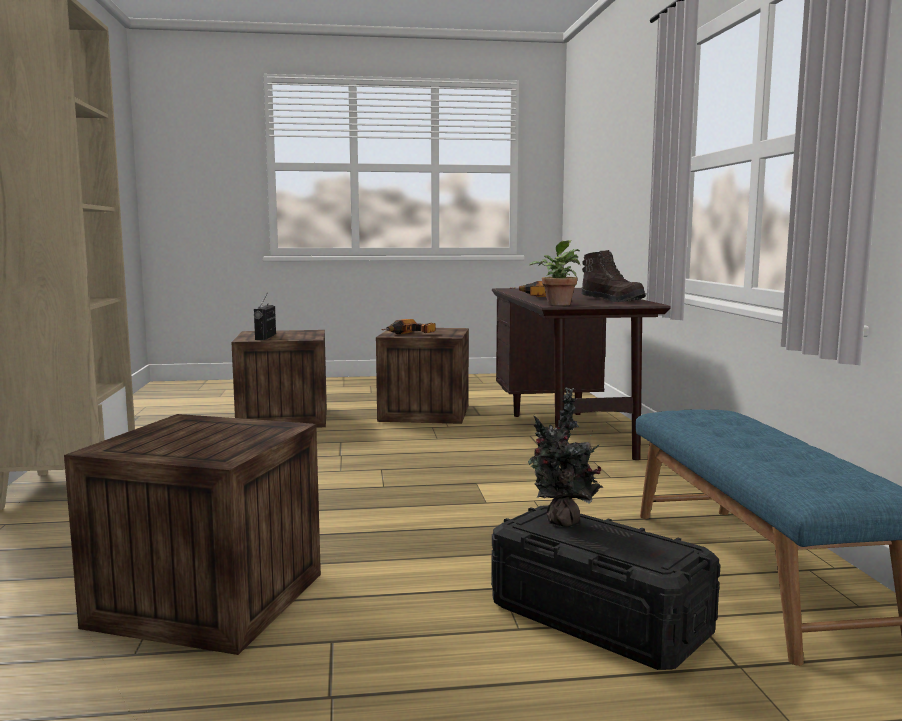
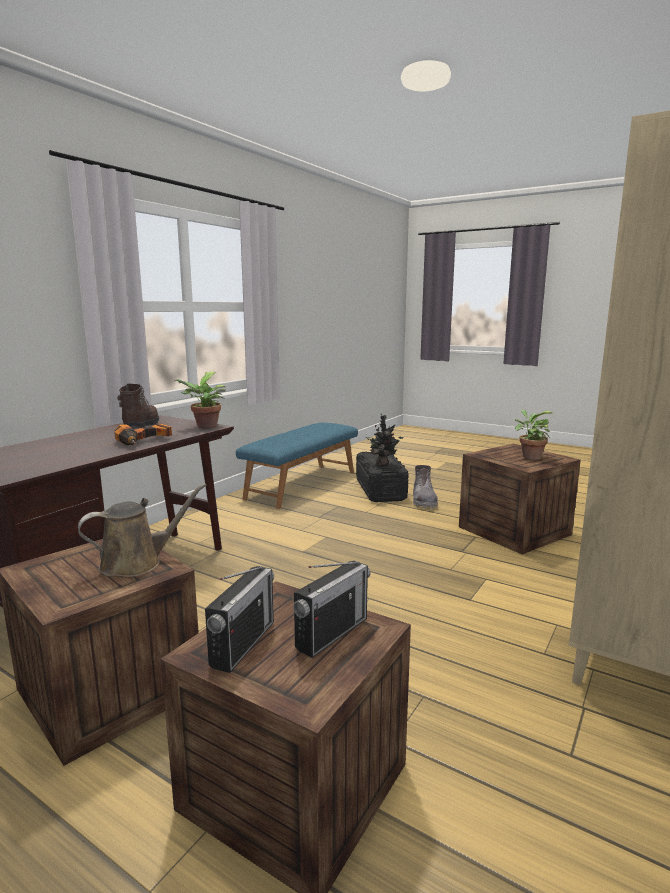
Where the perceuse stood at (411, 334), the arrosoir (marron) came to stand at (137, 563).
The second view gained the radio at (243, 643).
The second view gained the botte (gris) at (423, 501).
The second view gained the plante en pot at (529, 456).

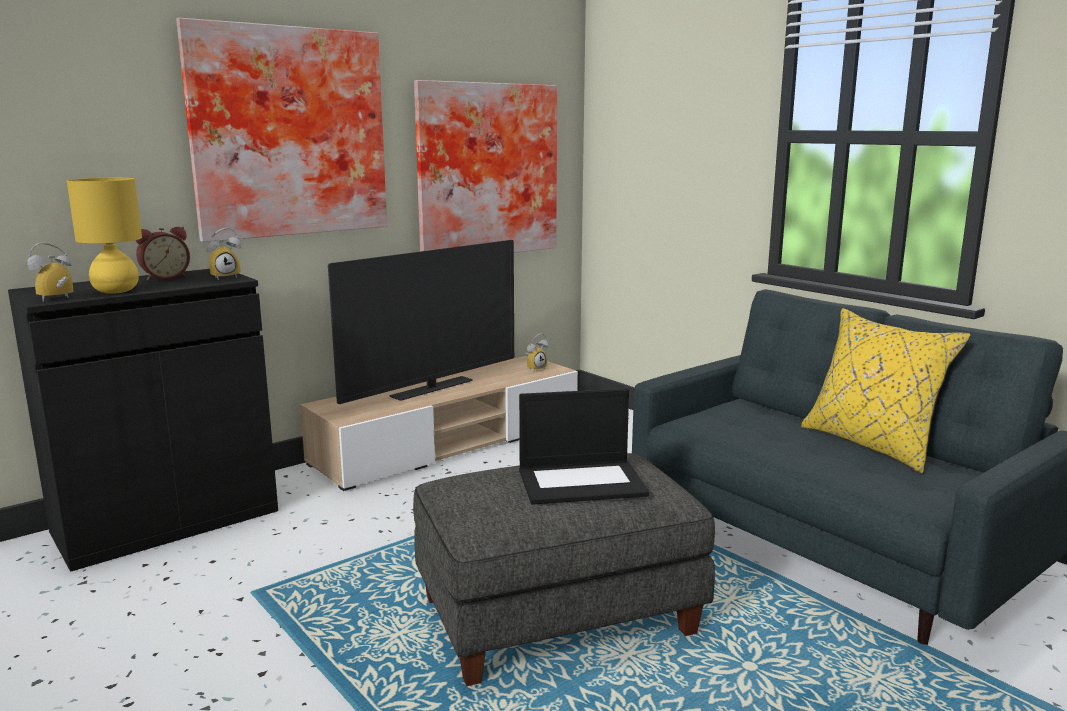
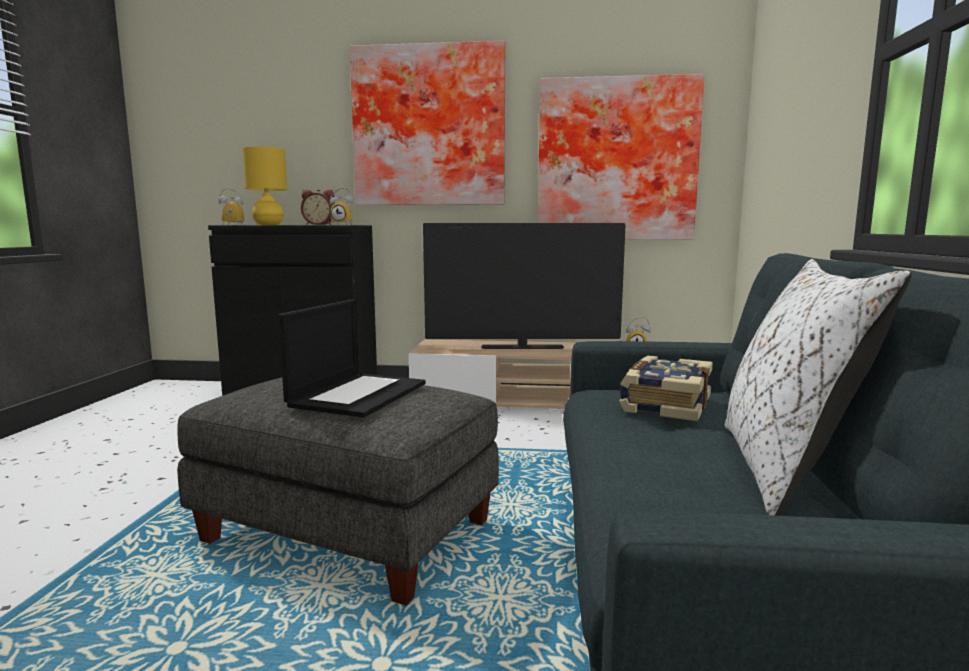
The ordinateur portable at (582, 482) ended up facing another way, 105 degrees counterclockwise from before.
The second view gained the livre at (664, 404).
What was the coussin (jaune) at (872, 445) turned into the coussin (blanc) at (785, 469).

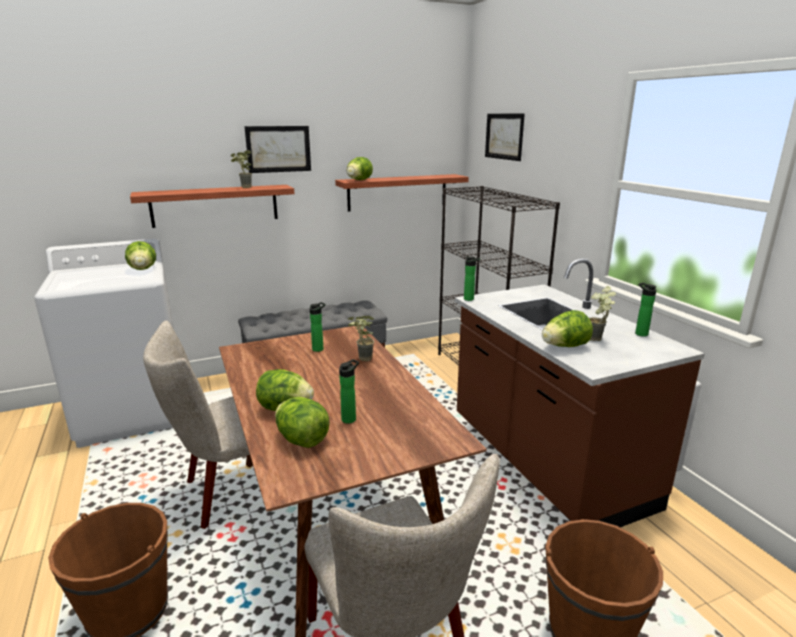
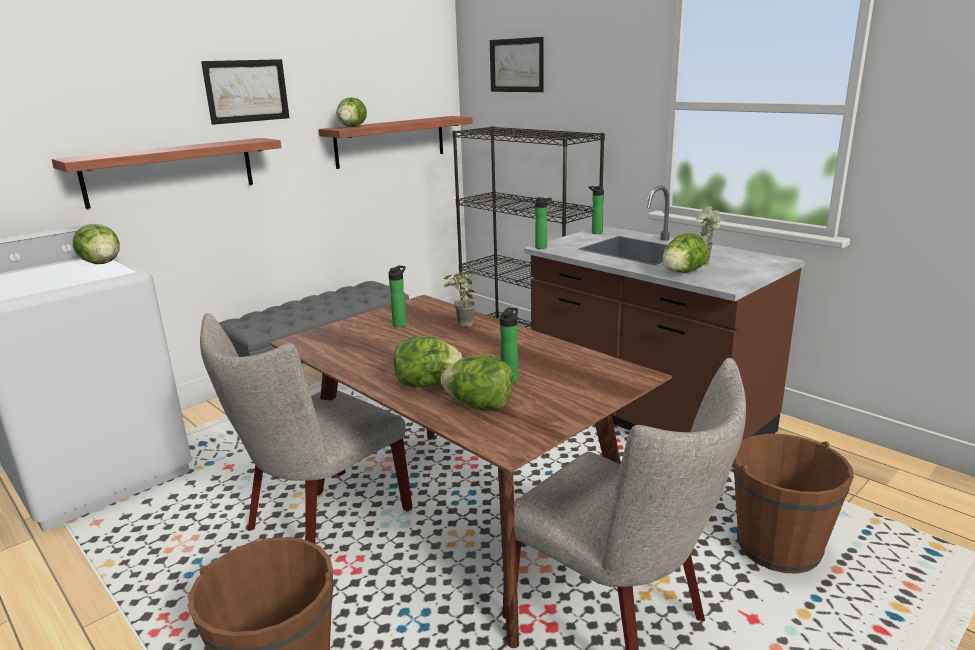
The bouteille ended up elsewhere, having gone from (639, 333) to (595, 232).
The second view lost the plante en pot at (243, 187).

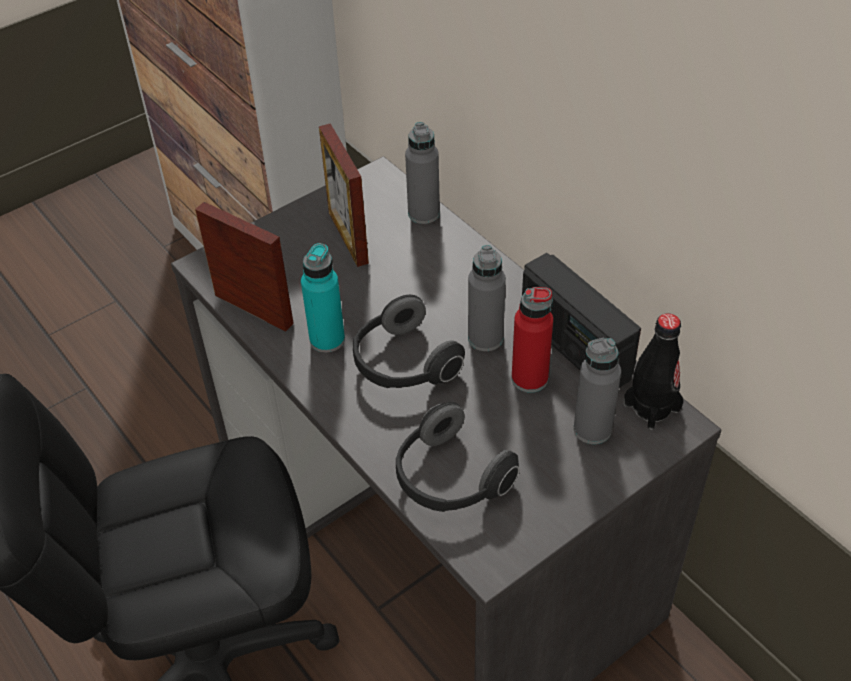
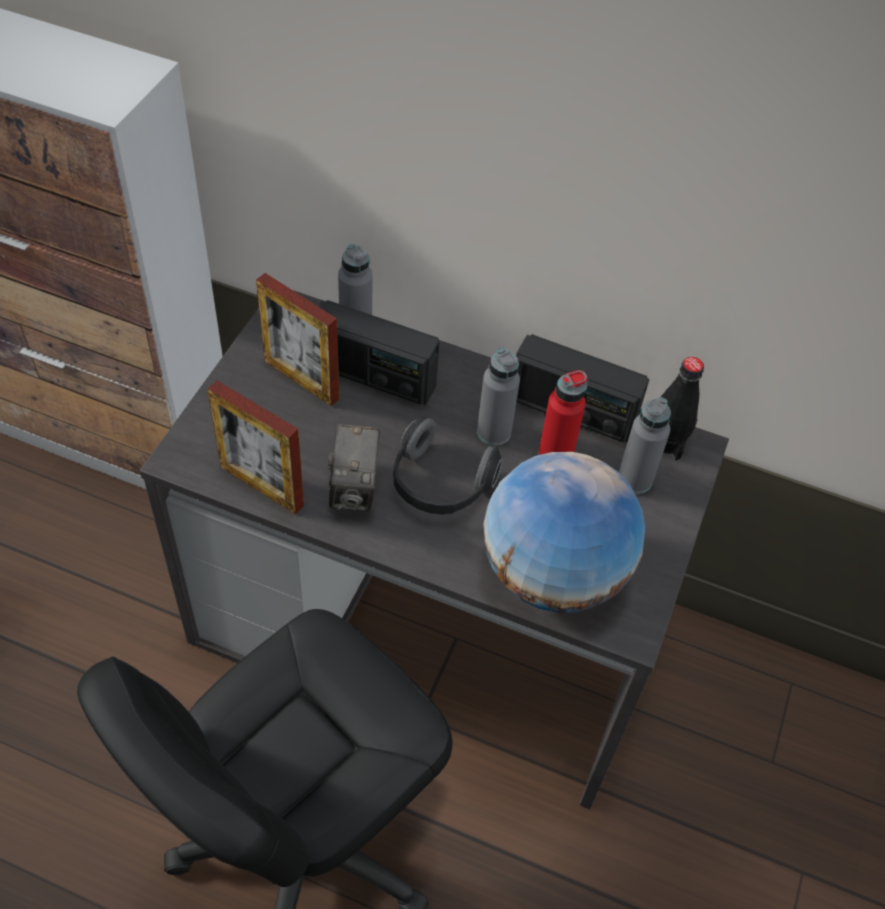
The cadre photo at (254, 309) ended up facing another way, 150 degrees counterclockwise from before.
The second view gained the radio at (373, 376).
Where the bouteille (turquoise) stood at (327, 340), the appareil photo came to stand at (354, 489).
Where the casque audio stood at (449, 479), the globe came to stand at (552, 573).

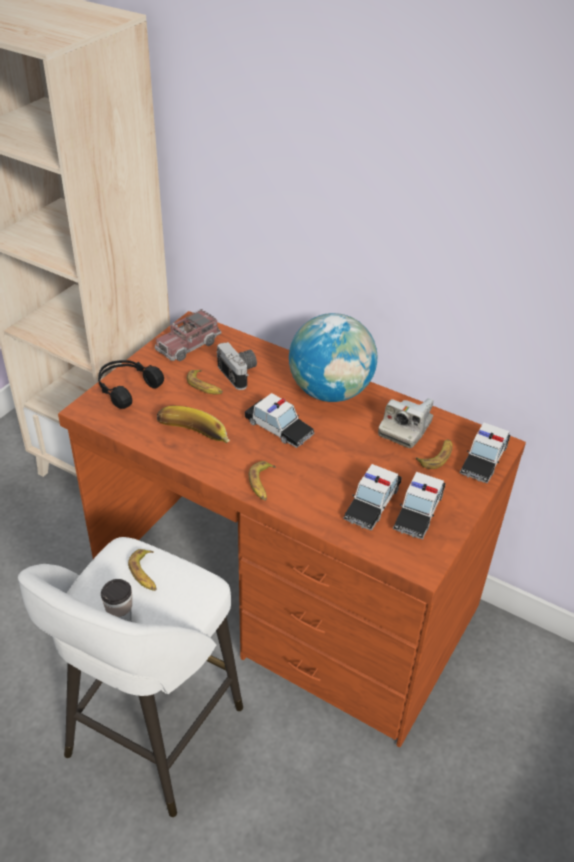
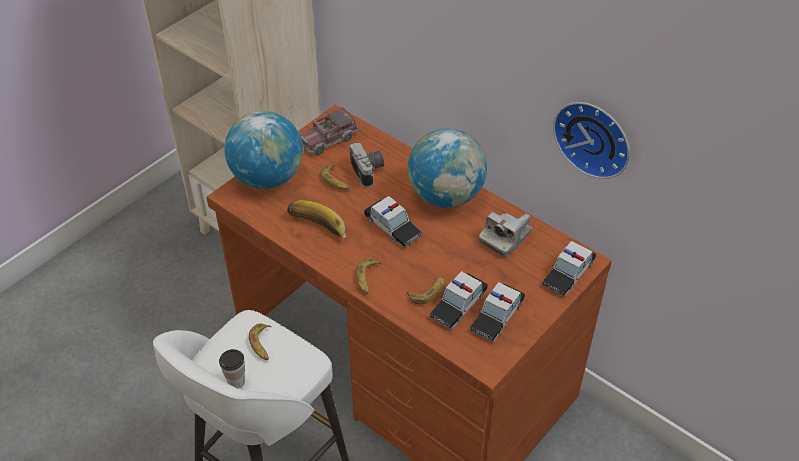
Where the casque audio (noir) stood at (126, 388), the globe came to stand at (267, 177).
The banane ended up elsewhere, having gone from (436, 456) to (427, 292).
The second view gained the horloge murale at (594, 137).

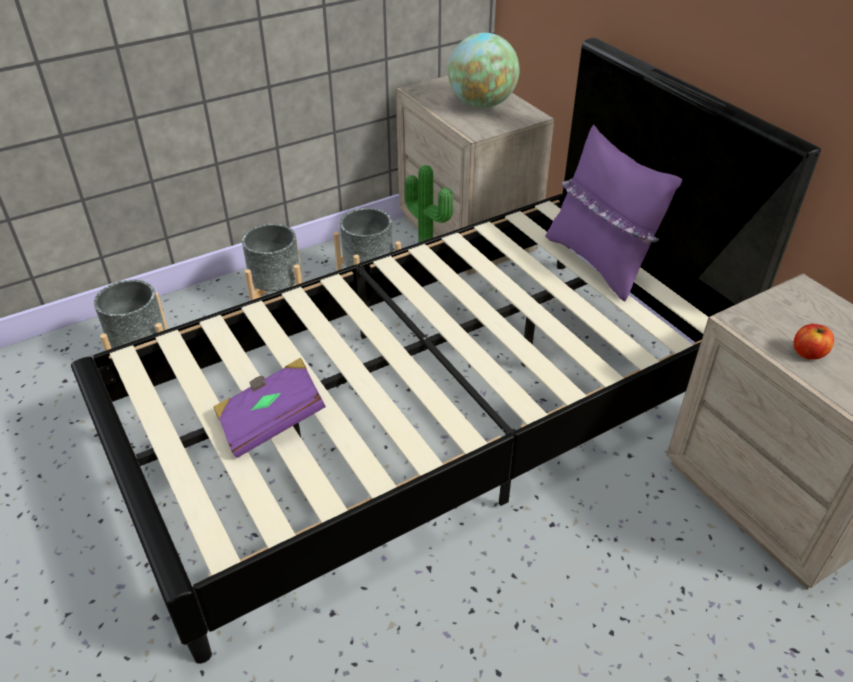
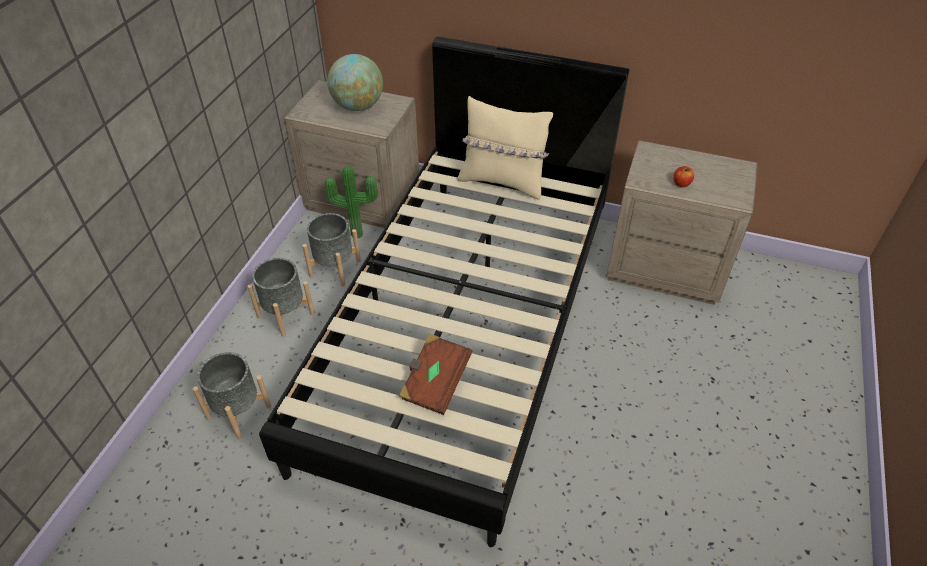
What was the livre (violet) at (271, 421) turned into the livre (marron) at (435, 382).
What was the coussin (violet) at (599, 262) turned into the coussin (beige) at (502, 182).

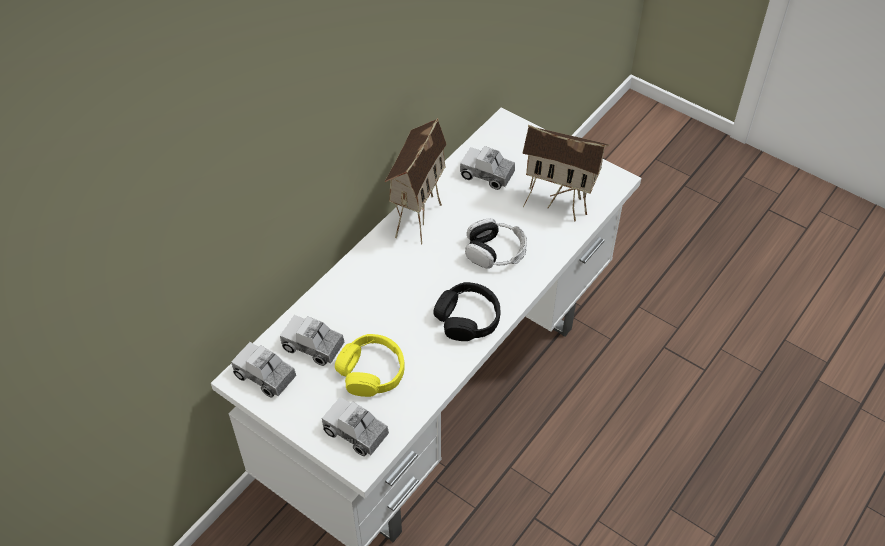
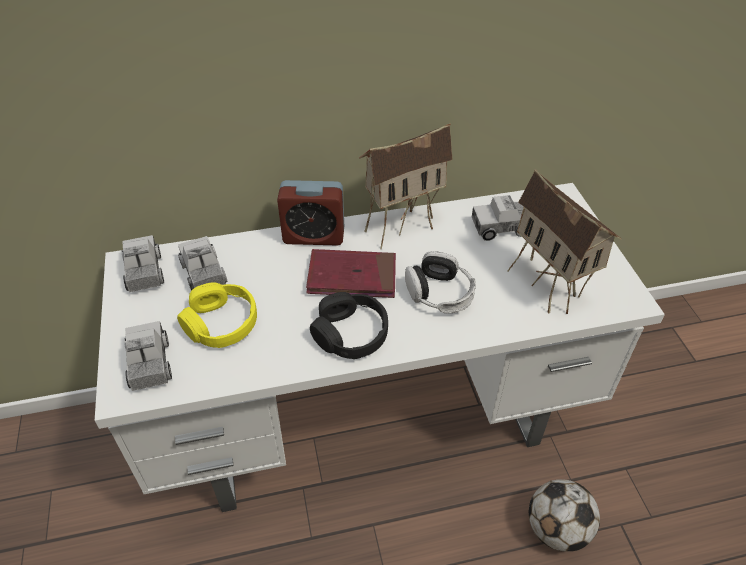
The second view gained the réveil at (314, 236).
The second view gained the livre (rouge) at (352, 277).
The camion jouet at (487, 175) ended up facing another way, 75 degrees counterclockwise from before.
The second view gained the ballon de foot at (557, 529).

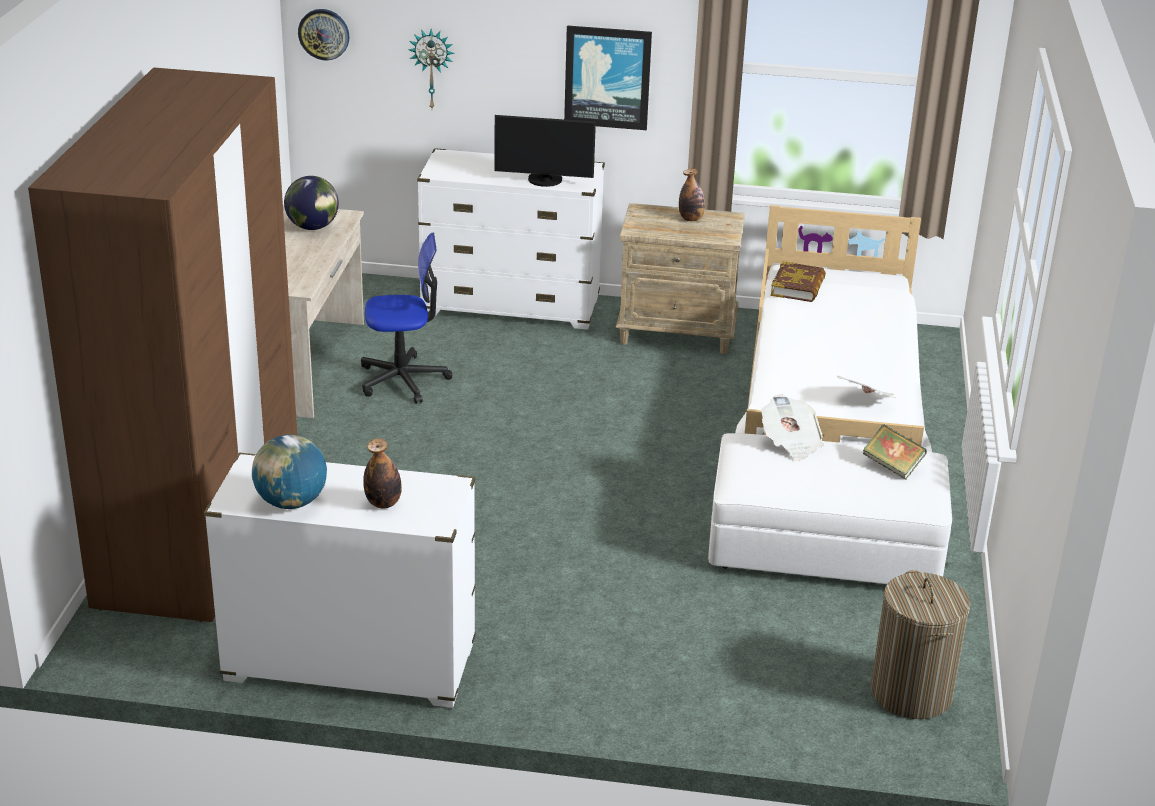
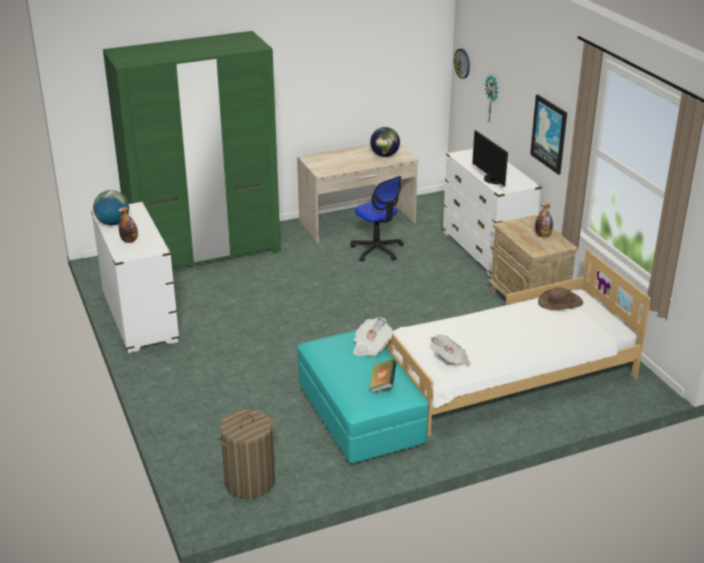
What was the armoire (marron) at (201, 528) turned into the armoire (vert) at (204, 252).
What was the pouf (blanc) at (824, 548) turned into the pouf (turquoise) at (360, 416).
Where the livre stood at (798, 287), the chapeau (marron) came to stand at (560, 302).

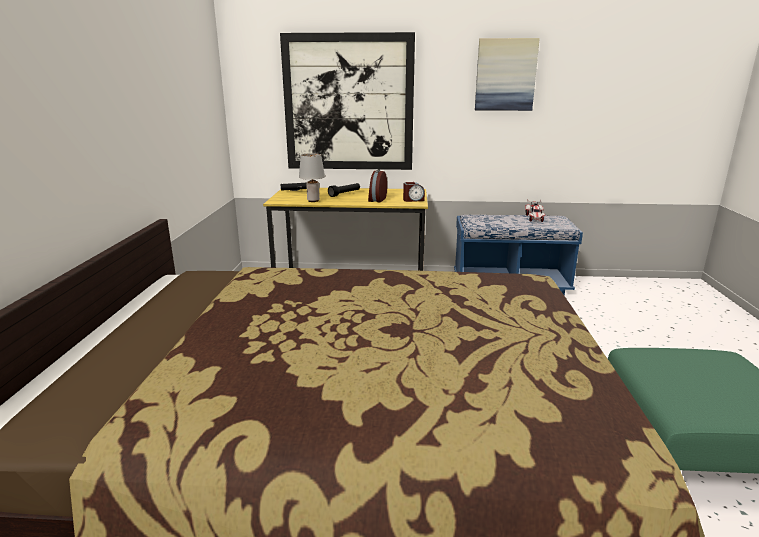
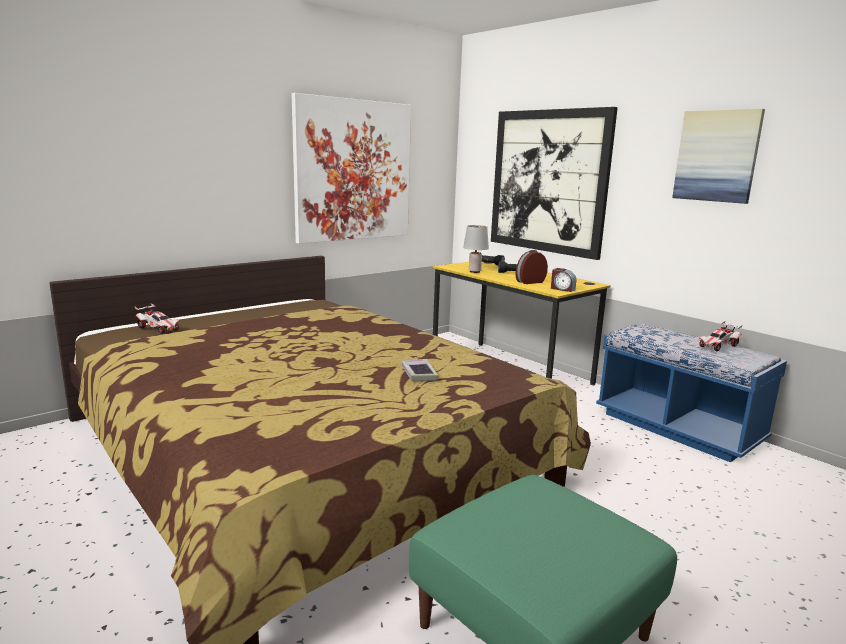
The second view gained the petite voiture at (159, 329).
The second view gained the tableau at (353, 171).
The second view gained the livre at (419, 374).

